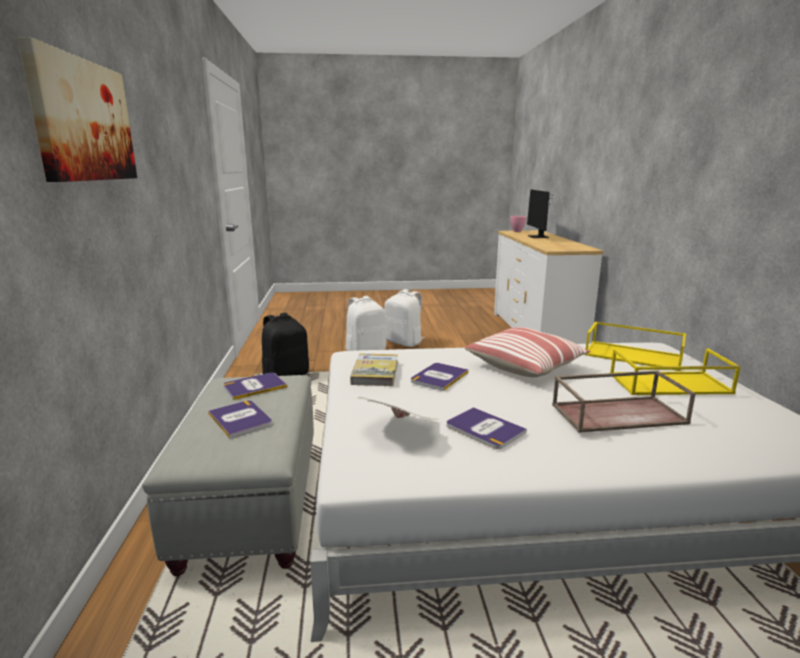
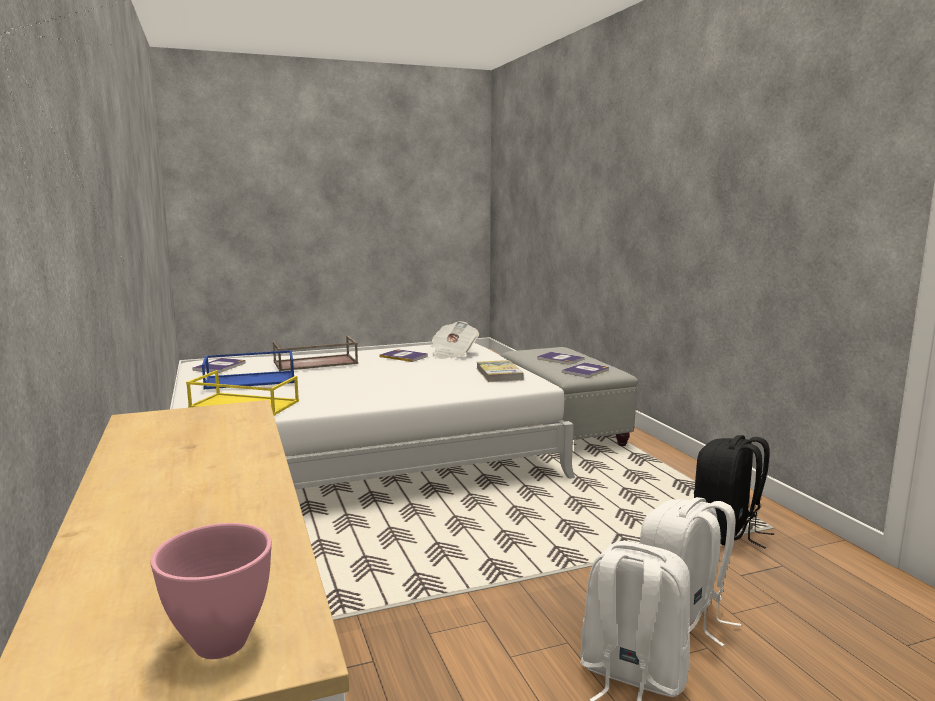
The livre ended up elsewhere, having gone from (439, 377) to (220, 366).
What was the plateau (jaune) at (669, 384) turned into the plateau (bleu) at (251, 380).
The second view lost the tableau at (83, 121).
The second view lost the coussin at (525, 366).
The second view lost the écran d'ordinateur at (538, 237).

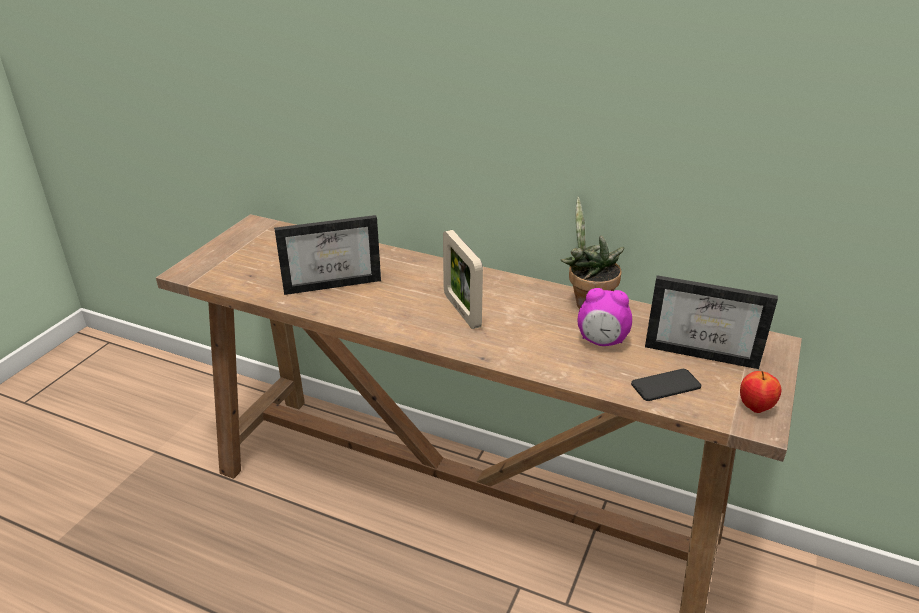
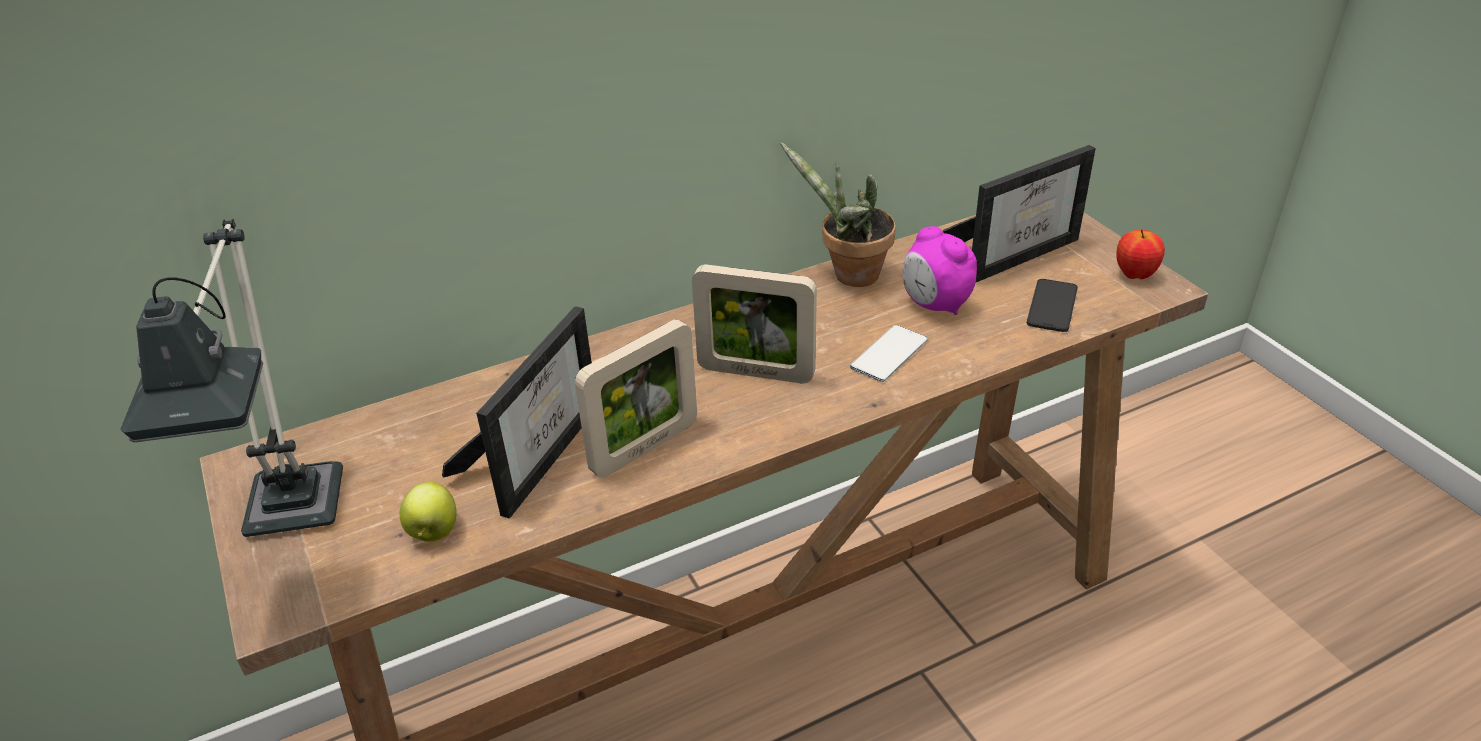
The second view gained the lampe de table at (292, 522).
The second view gained the pomme at (433, 532).
The second view gained the cadre photo at (644, 447).
The second view gained the téléphone at (889, 354).
The réveil at (601, 342) ended up facing another way, 90 degrees clockwise from before.

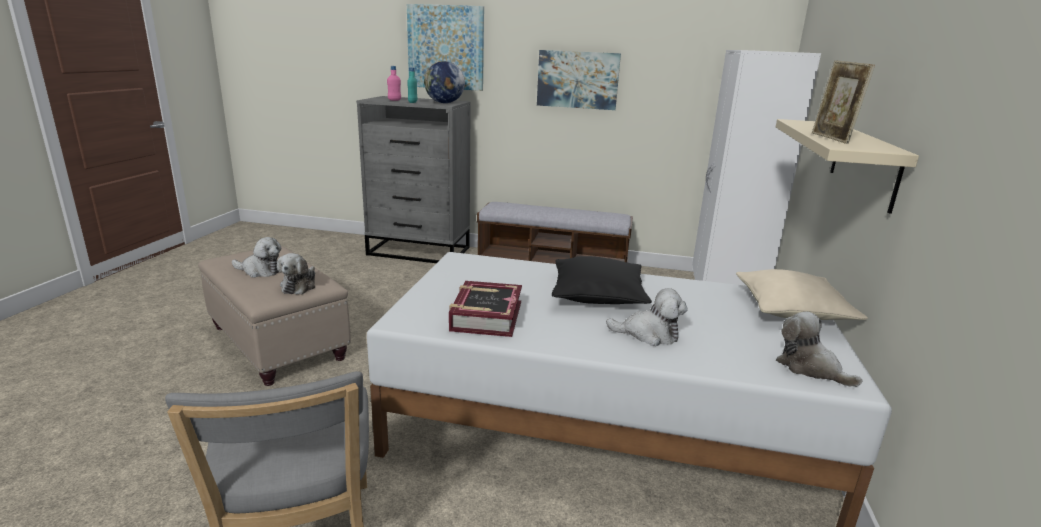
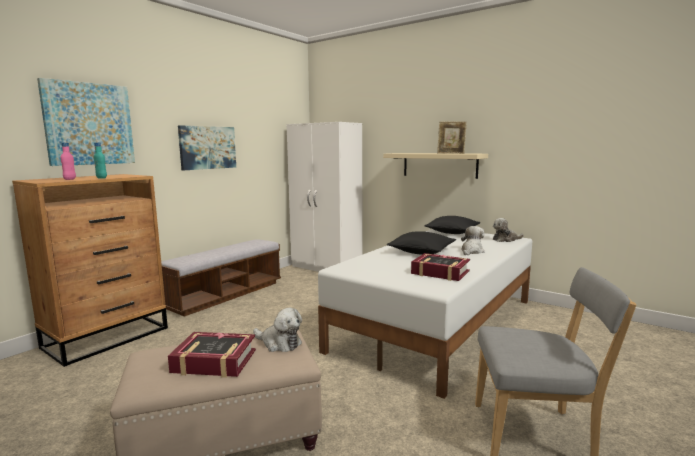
What was the commode (gris) at (419, 251) turned into the commode (marron) at (108, 337).
Where the peluche stood at (260, 271), the livre came to stand at (214, 361).
What was the coussin (beige) at (792, 310) turned into the coussin (noir) at (452, 232).
The second view lost the globe at (444, 103).

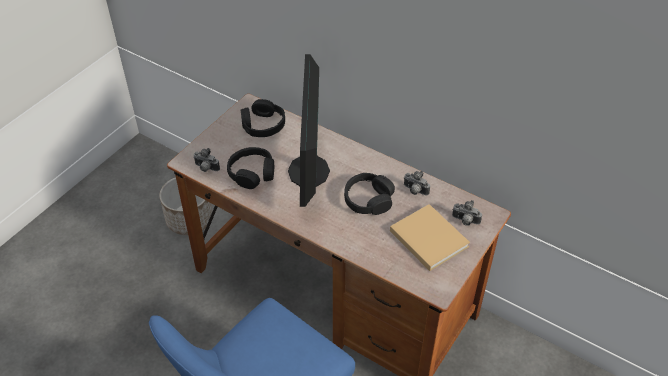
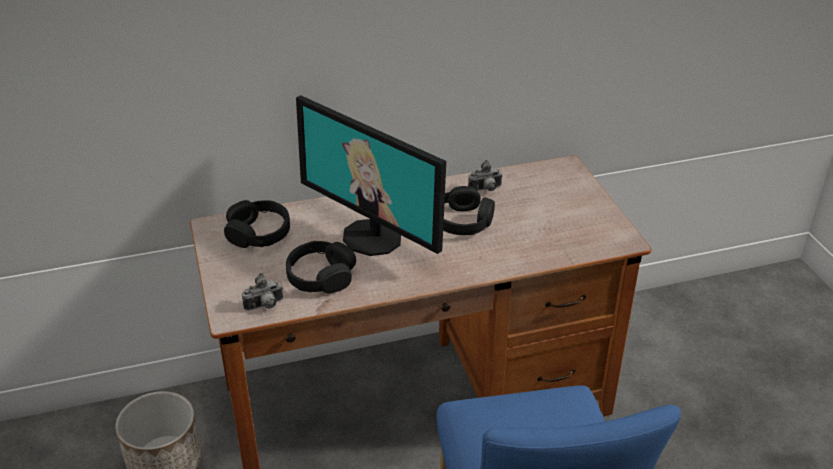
The second view lost the livre (beige) at (427, 237).
The second view lost the appareil photo at (465, 221).

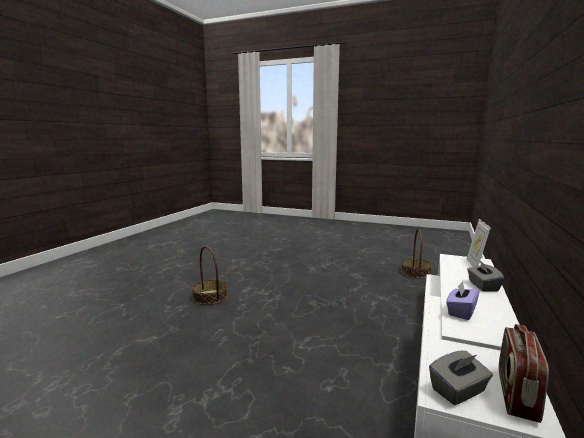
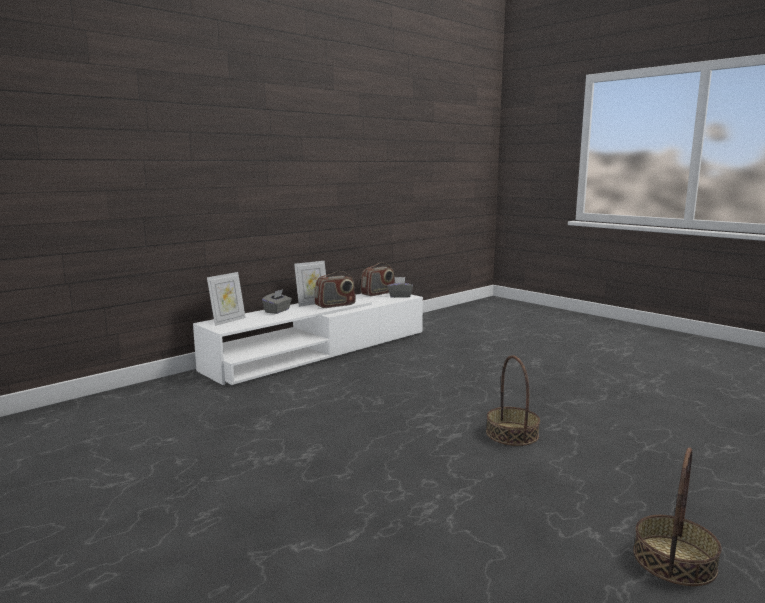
The second view gained the cadre photo at (312, 303).
Where the boîte à mouchoirs (violet) stood at (461, 312), the radio came to stand at (335, 305).
The panier ended up elsewhere, having gone from (415, 272) to (674, 560).

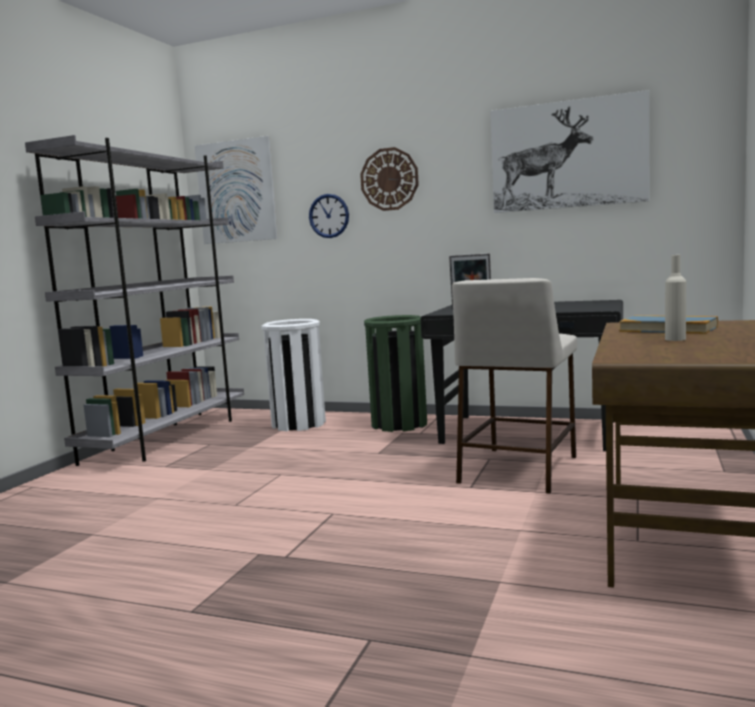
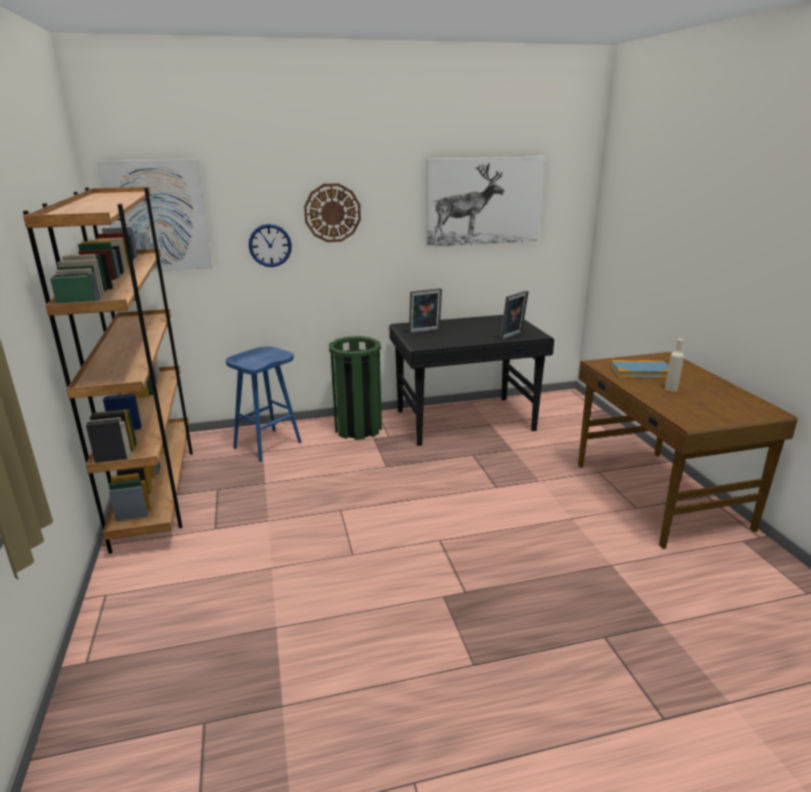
What was the bibliothèque (gris) at (168, 438) turned into the bibliothèque (marron) at (156, 490).
Where the poubelle (blanc) stood at (298, 424), the tabouret (bleu) came to stand at (268, 444).
The second view gained the cadre photo at (512, 336).
The second view lost the tabouret (beige) at (518, 468).

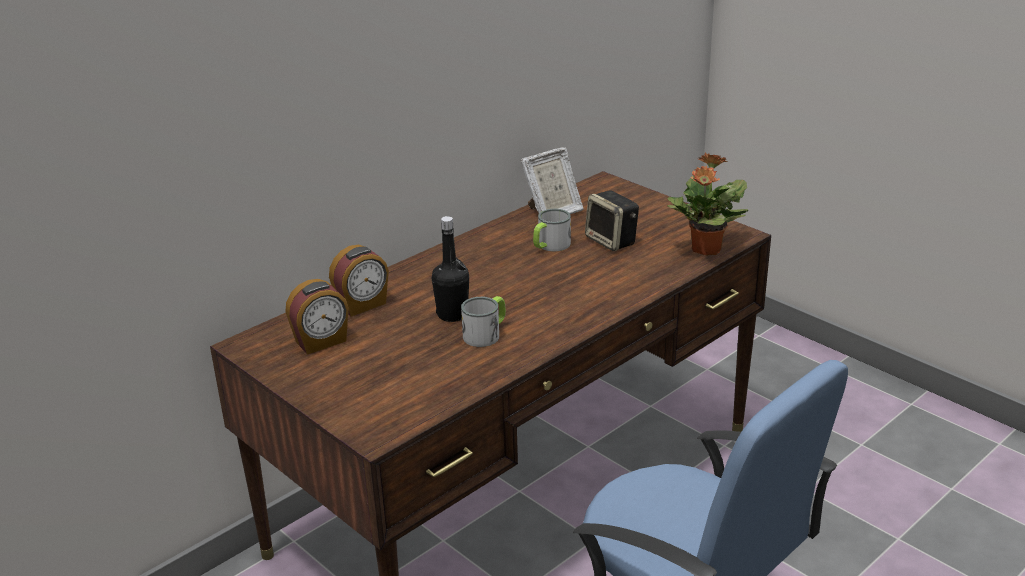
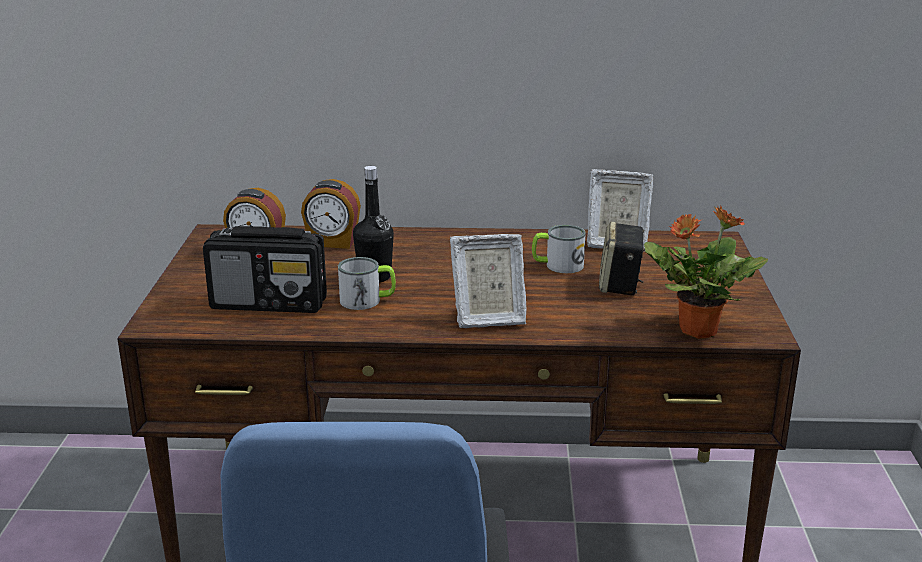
The second view gained the radio at (270, 303).
The second view gained the cadre photo at (487, 318).

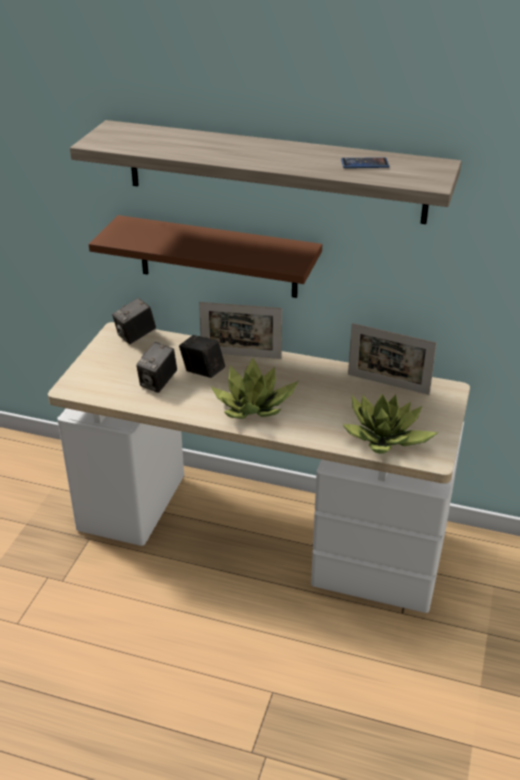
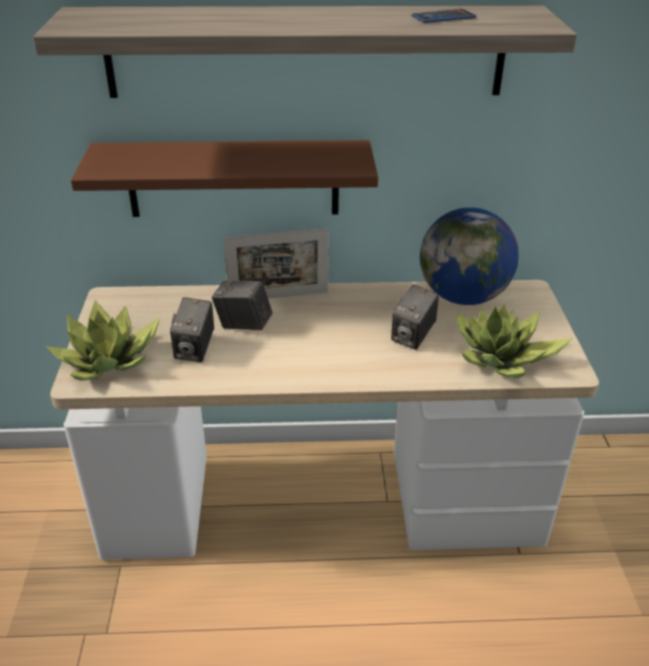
The plante en pot ended up elsewhere, having gone from (254, 405) to (109, 359).
The appareil photo ended up elsewhere, having gone from (135, 336) to (413, 337).
Where the cadre photo stood at (388, 384), the globe came to stand at (463, 297).

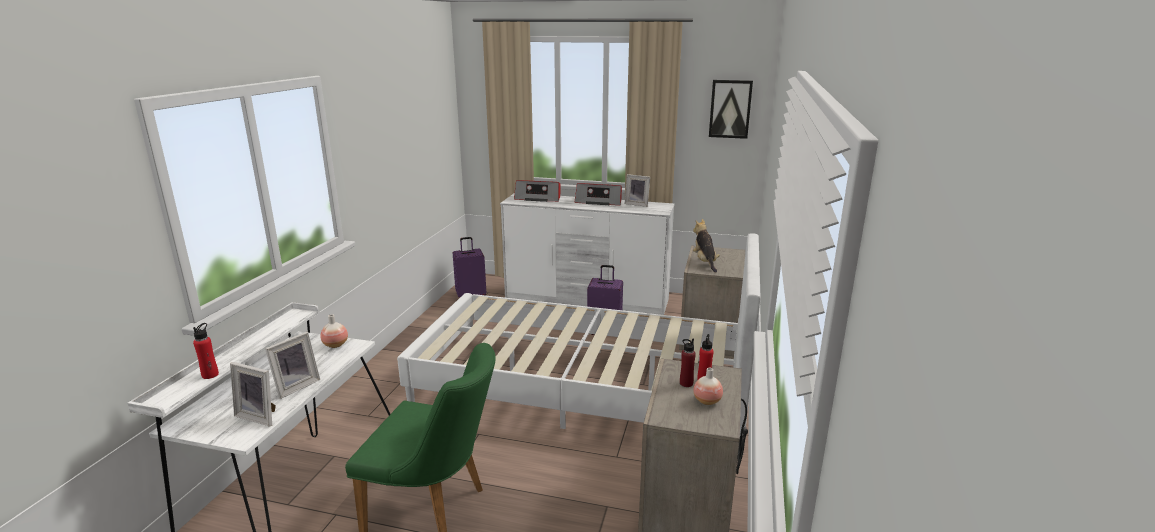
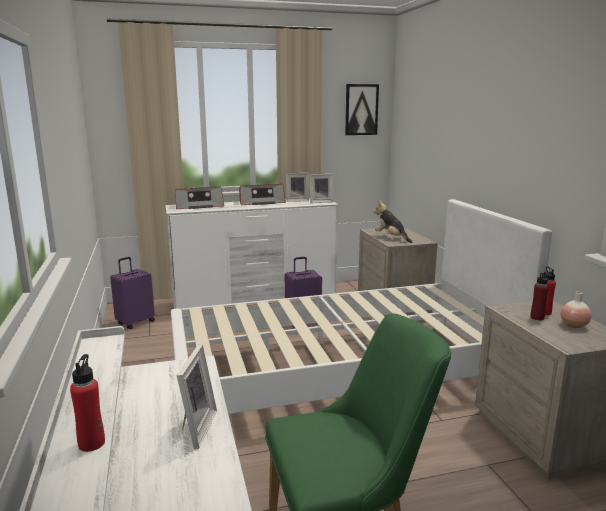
The cadre photo ended up elsewhere, having gone from (260, 416) to (321, 202).
The second view lost the vase at (335, 345).

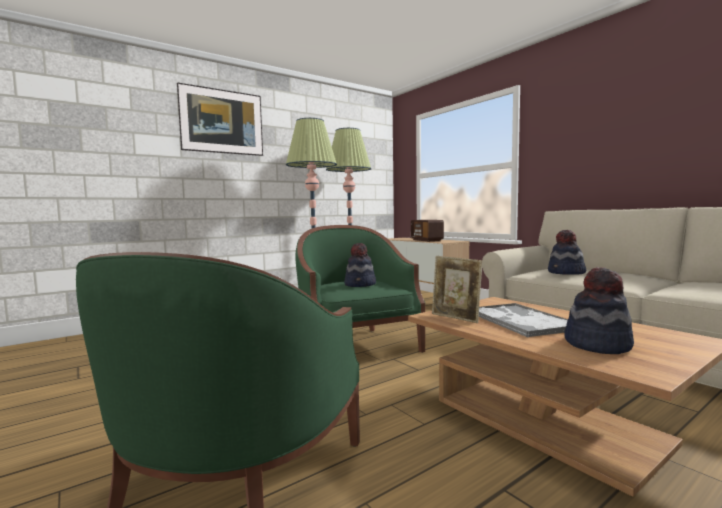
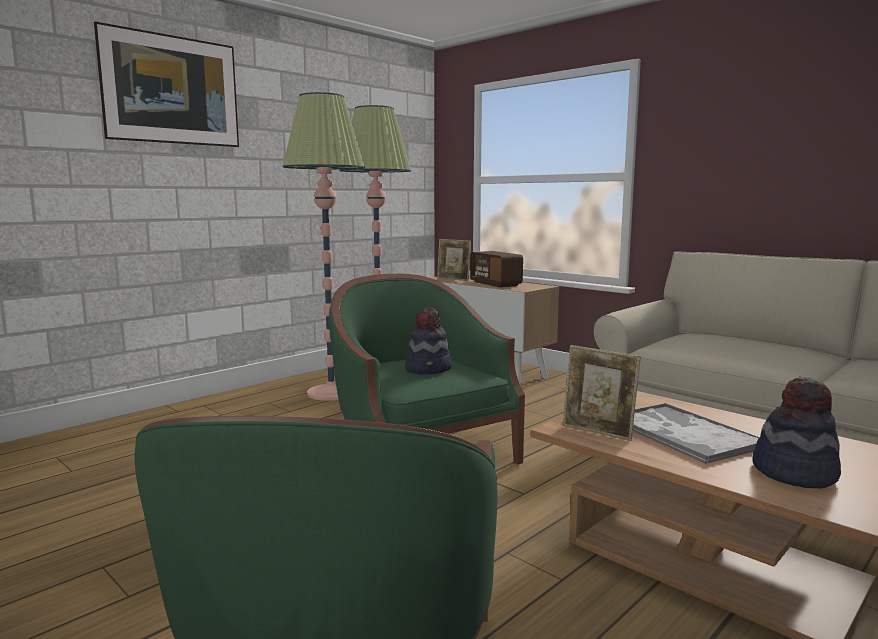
The second view gained the cadre photo at (453, 279).
The second view lost the chapeau at (566, 273).

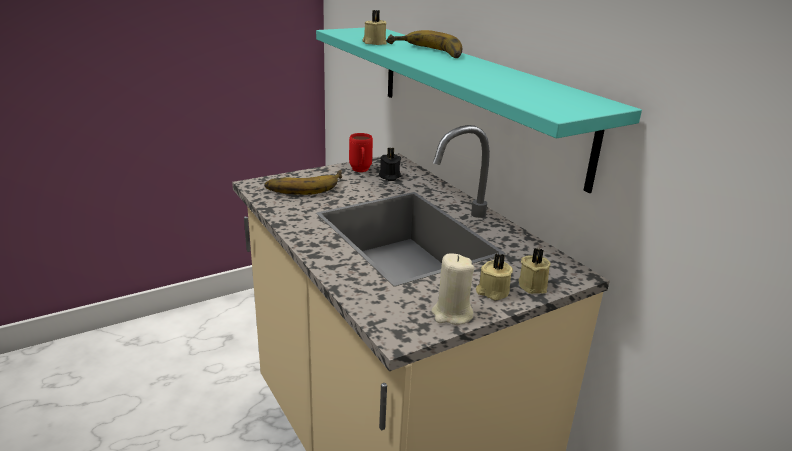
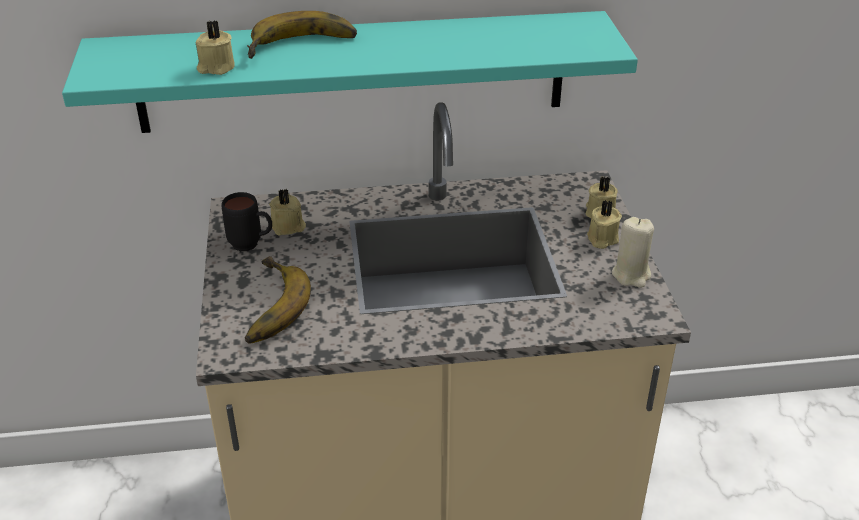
What was the mug (rouge) at (361, 171) turned into the mug (noir) at (251, 246).
What was the bougie (noir) at (389, 176) turned into the bougie (beige) at (288, 227).

